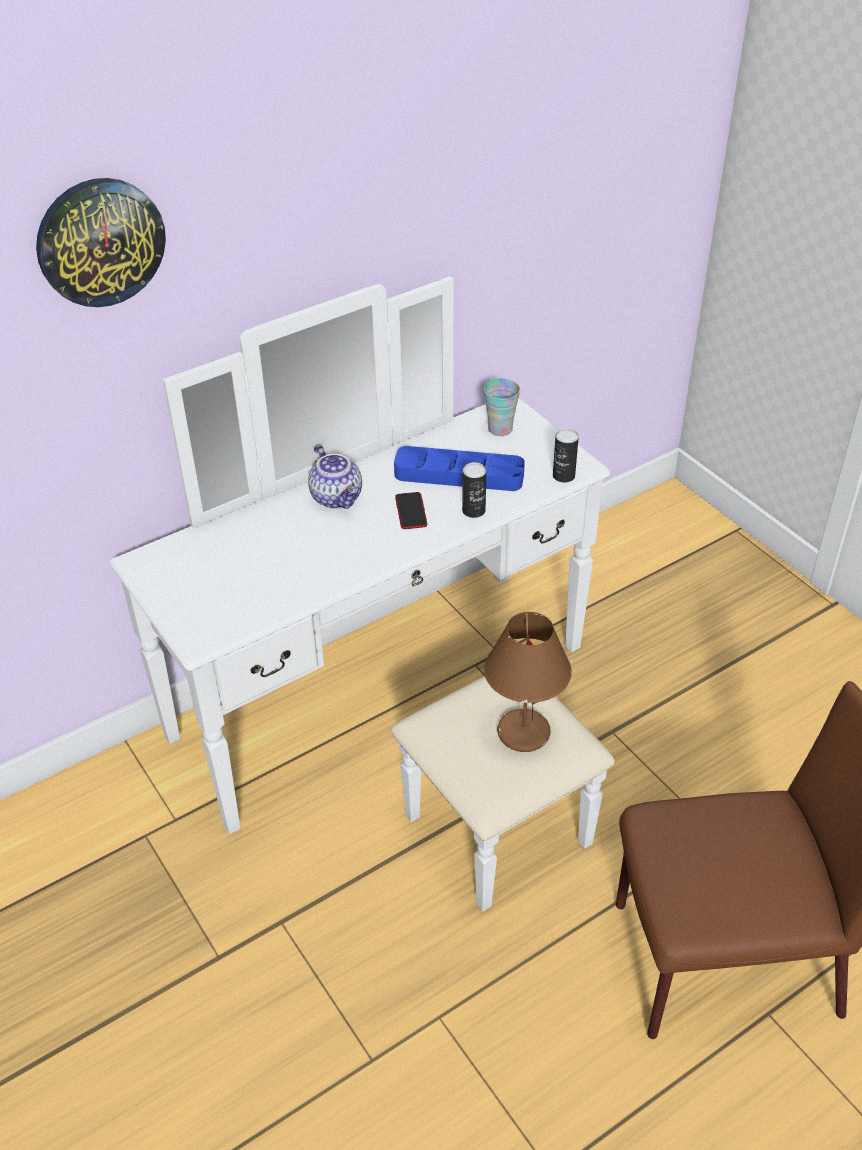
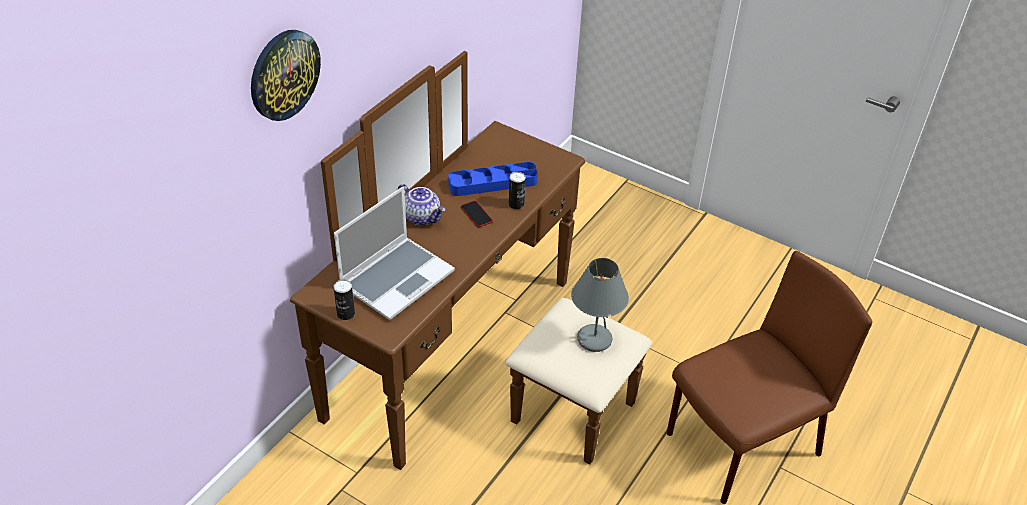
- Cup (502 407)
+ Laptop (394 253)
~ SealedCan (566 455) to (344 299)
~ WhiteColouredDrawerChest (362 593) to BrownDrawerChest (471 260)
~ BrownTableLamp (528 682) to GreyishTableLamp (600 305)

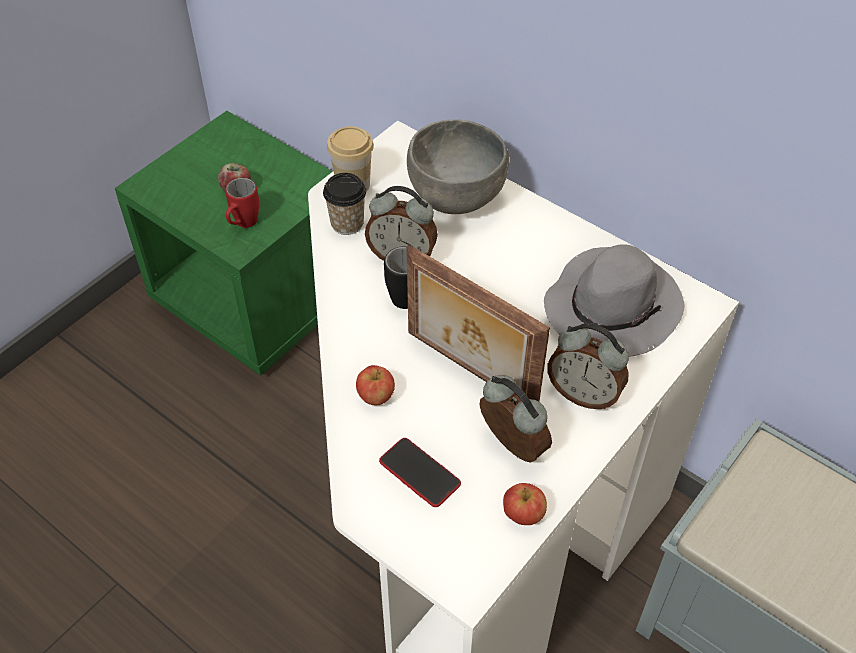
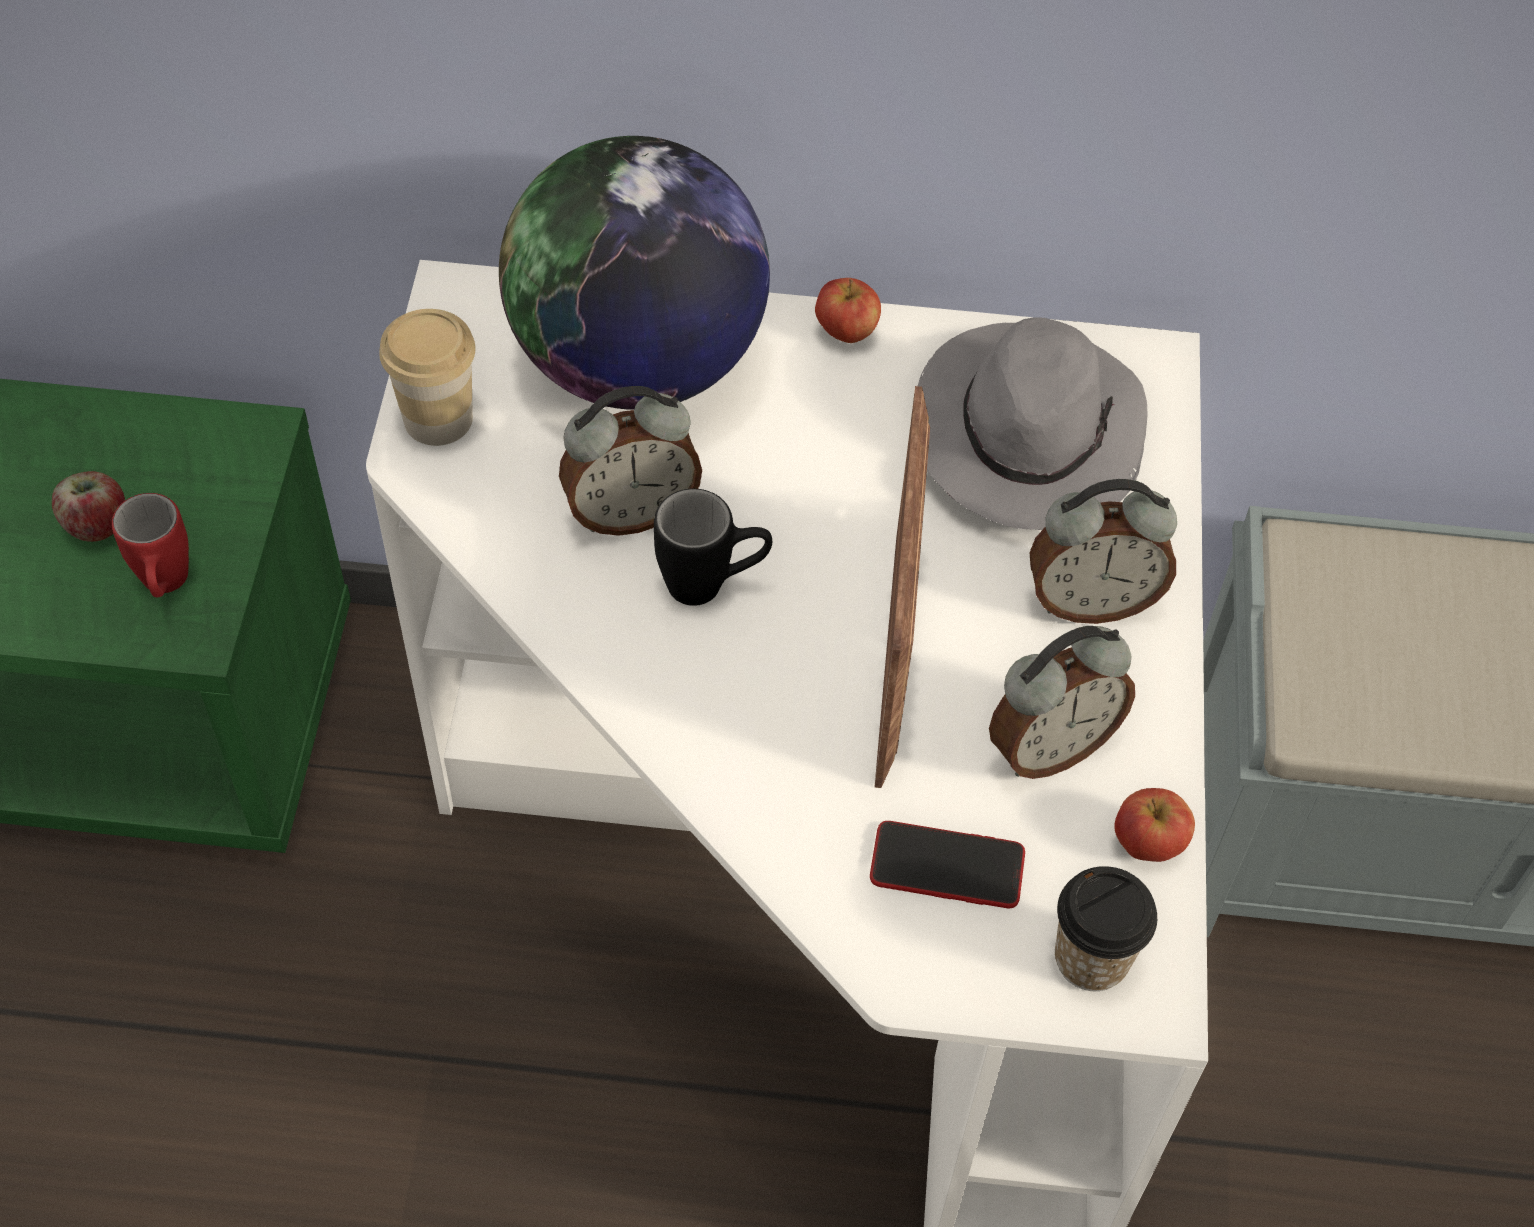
~ Cup (344 204) to (1106 928)
~ AppleFruit (375 385) to (848 310)
~ GreyishServingBowl (458 166) to Globe (634 273)
~ StandingFrame (478 323) = (902 587) 90 degrees counterclockwise
~ BedsideClock (515 419) = (1062 702) 135 degrees clockwise

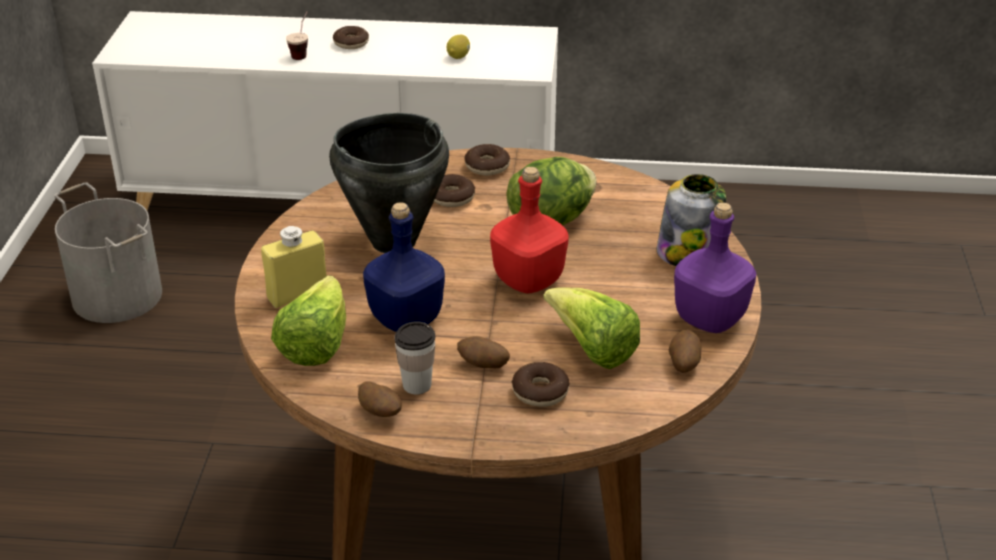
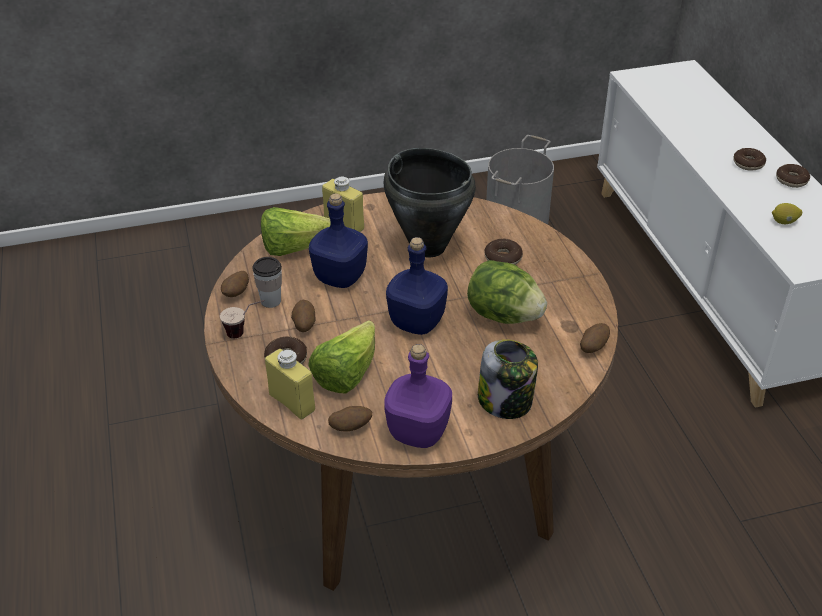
+ YellowColouredDrinkBottle (290 384)
+ Spud (595 338)
~ Cup (297 36) to (242 319)
~ Donut (487 160) to (793 176)
~ RedColouredDrinkBottle (529 230) to BlueDrinkBottle (417 286)

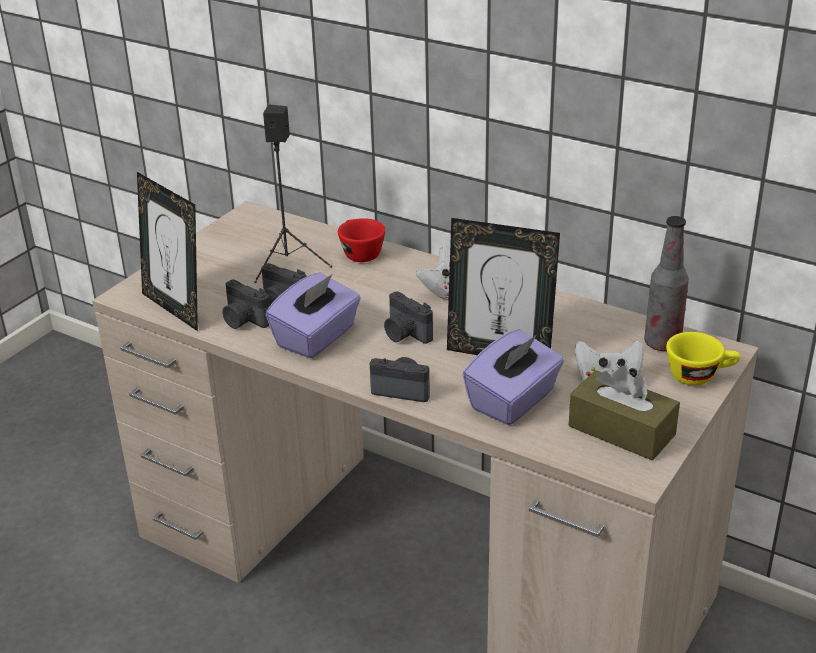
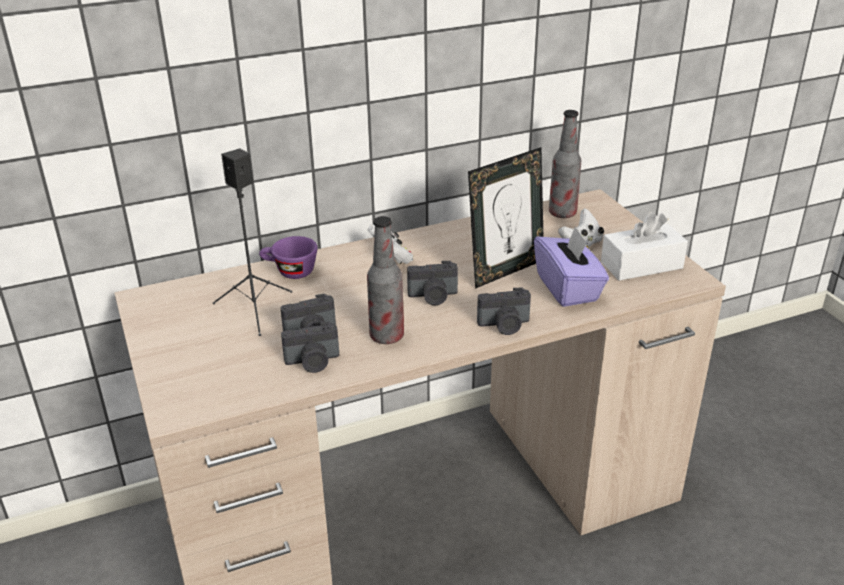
- StandingFrame (167 251)
- YellowColouredCup (703 359)
~ PurpleColouredTissueBox (313 315) to DrinkBottle (385 280)
~ RedColouredCup (361 240) to PurpleColouredCup (288 257)
~ BrownTissueBox (624 413) to WhiteColouredTissueBox (644 246)
~ StillCamera (400 379) = (504 311) 150 degrees counterclockwise

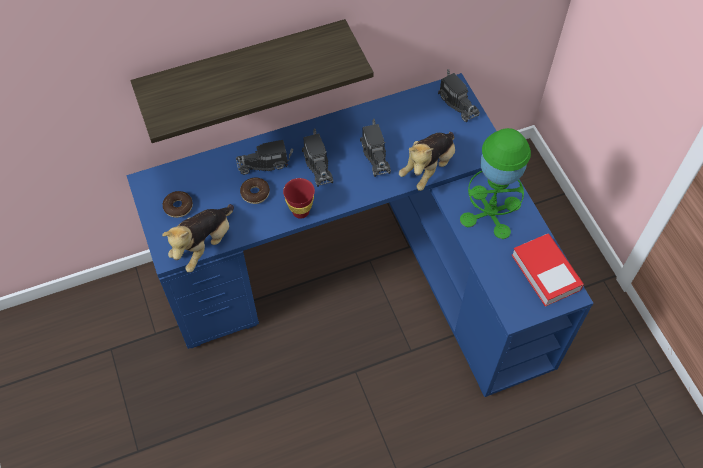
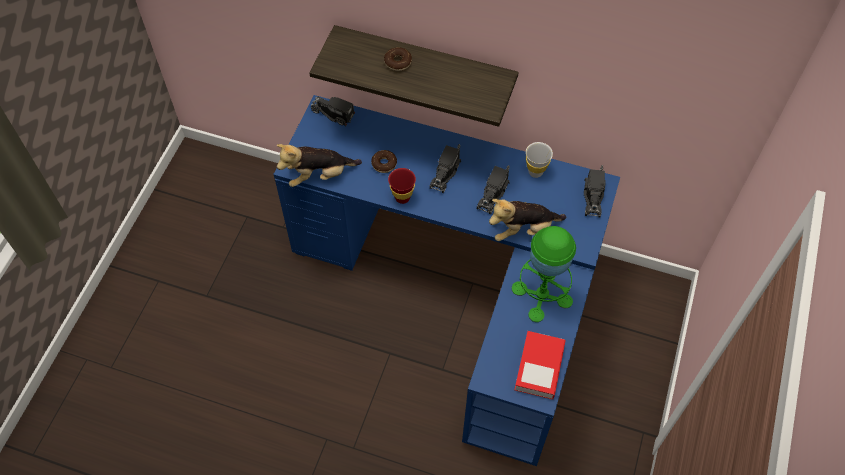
+ WhiteColouredCup (539 160)
~ Donut (177 204) to (398 59)
~ ToyTruck (264 157) to (333 112)

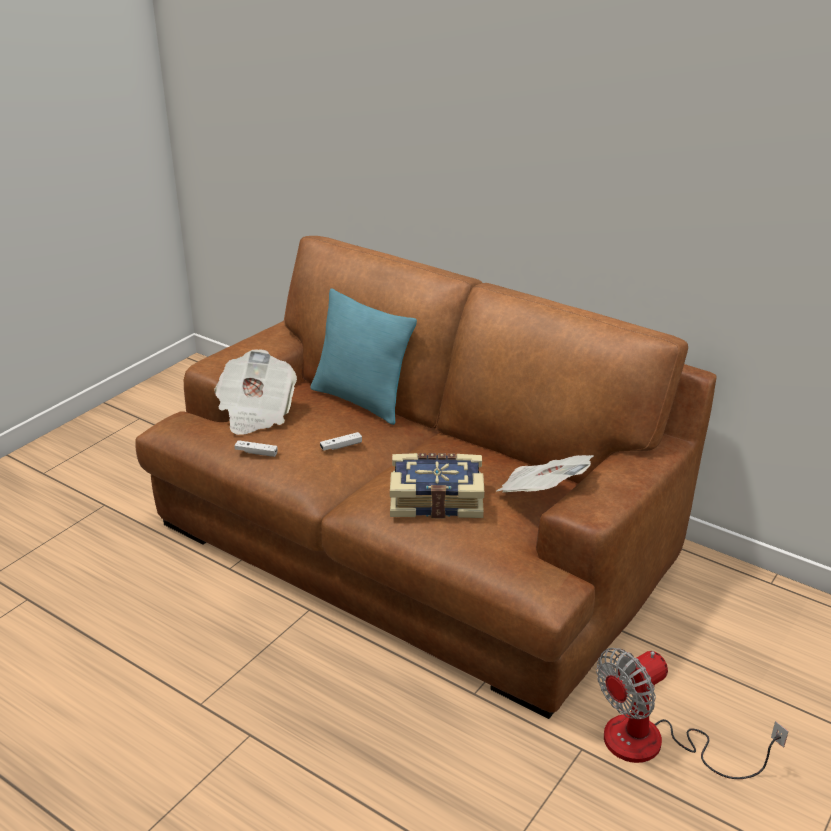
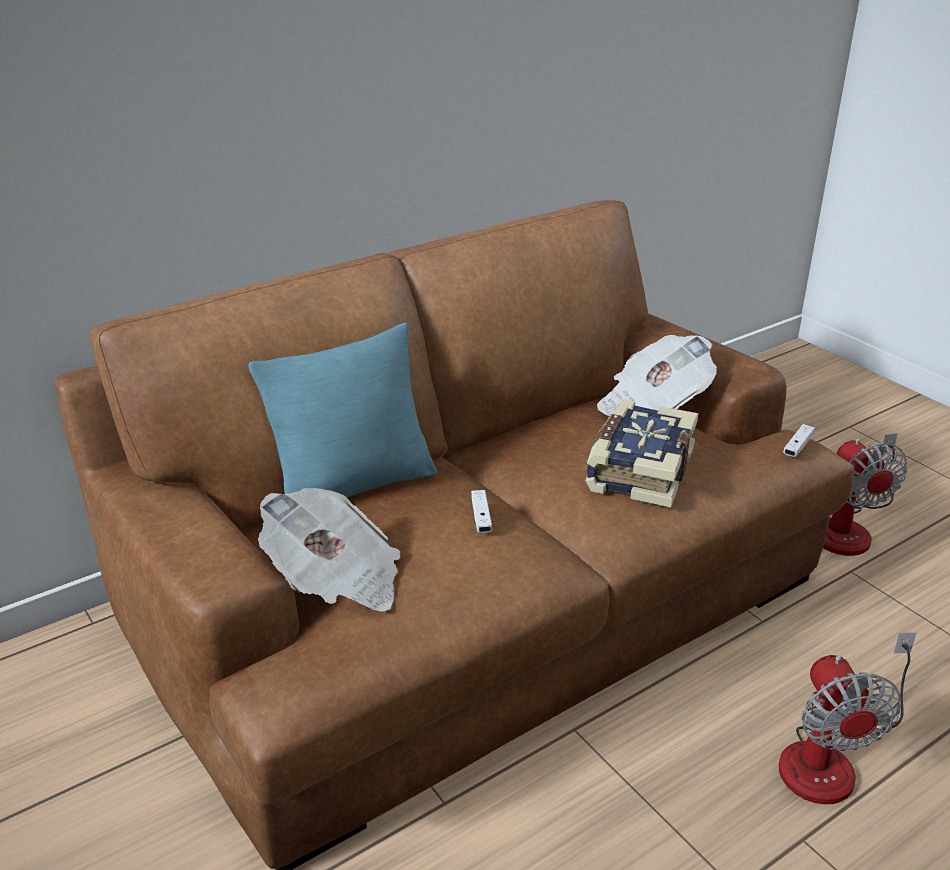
+ Fan (848 718)
~ WhiteColouredGamepad (256 448) to (799 440)

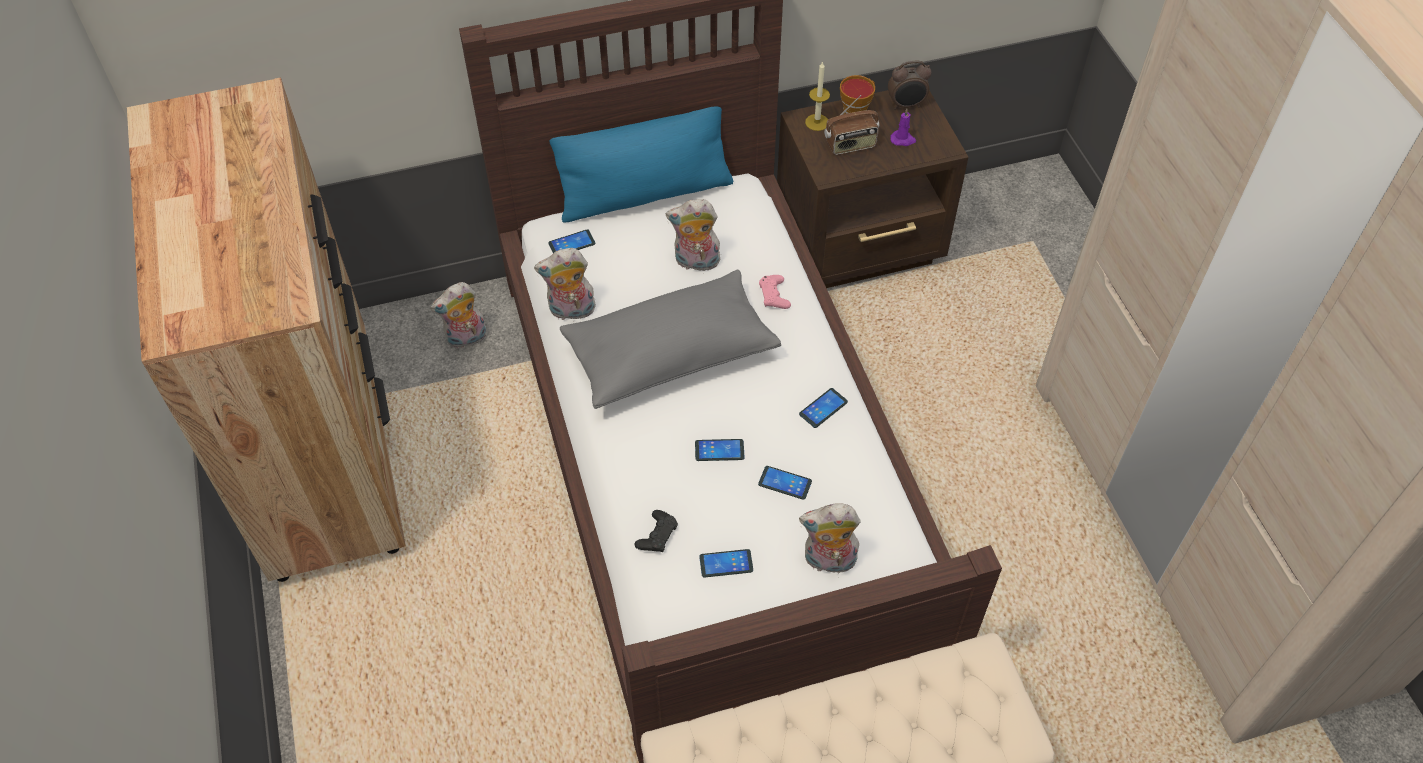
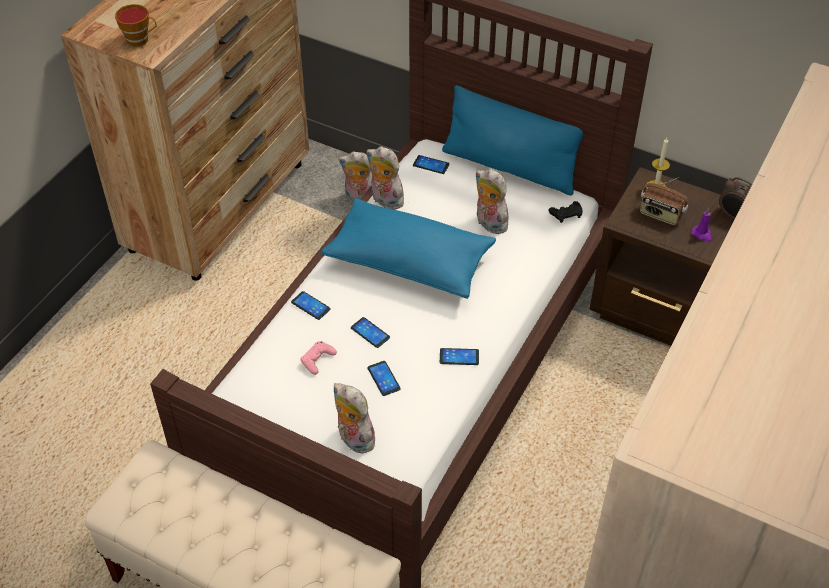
~ BlackGamepad (656 531) to (565 212)
~ Handset (726 563) to (310 305)
~ PinkGamepad (775 292) to (318 358)
~ Cup (857 94) to (136 25)
~ GreyishPillow (670 339) to BluePillow (408 248)

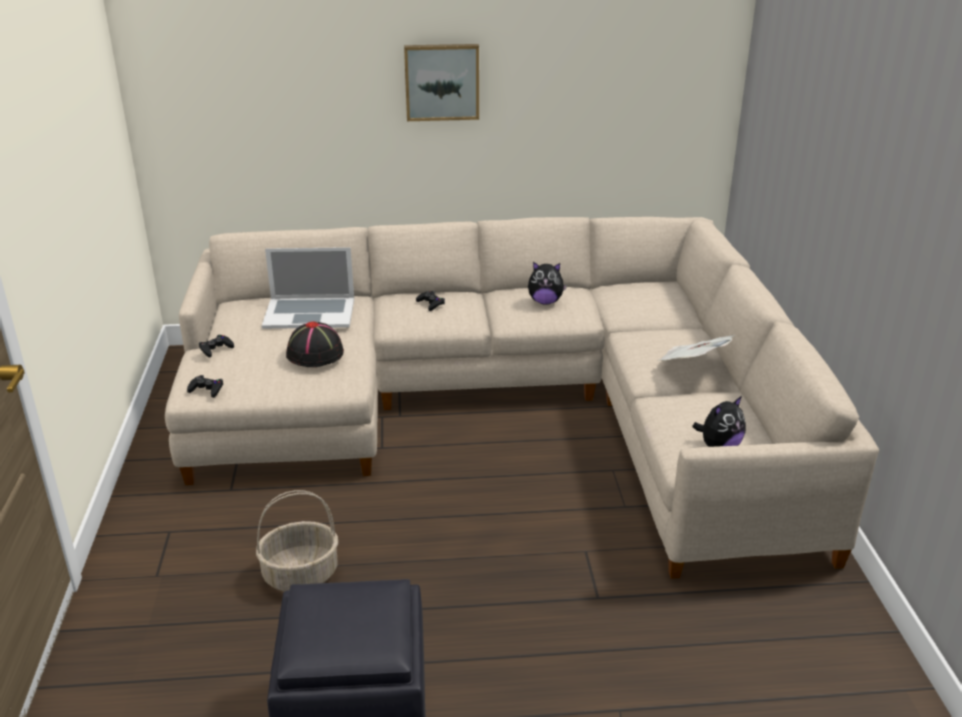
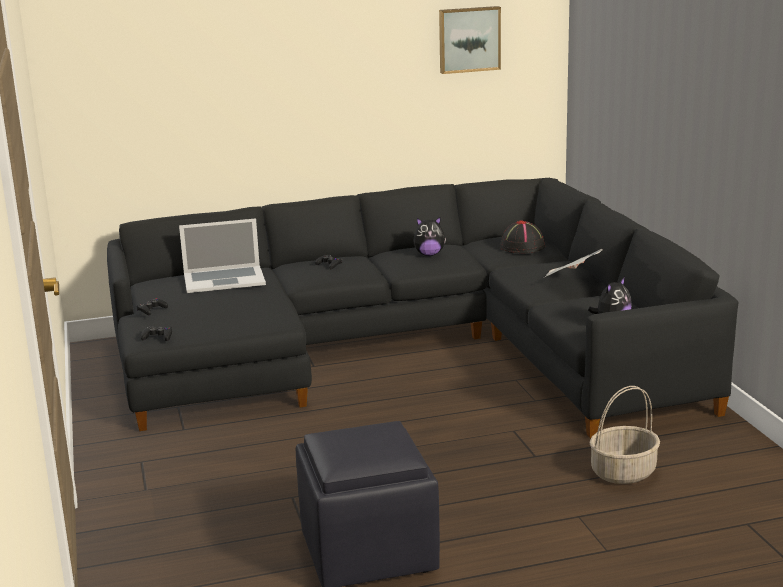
~ StorageBasket (297 541) to (624 435)
~ BlackClothingHat (315 344) to (522 236)
~ Picture (441 82) to (470 40)
~ BeigeColouredSofa (522 398) to BlackSofa (422 308)

